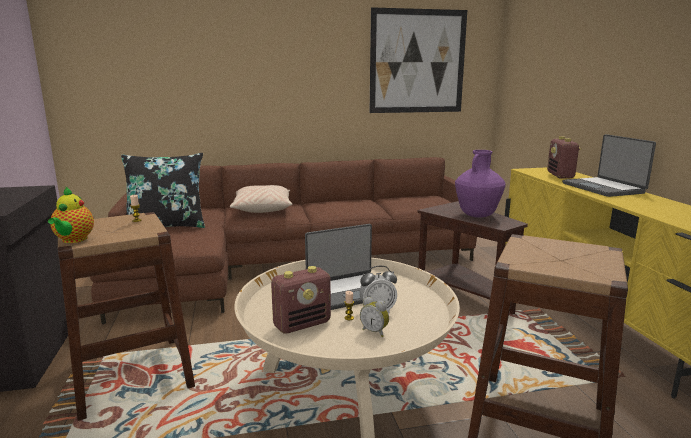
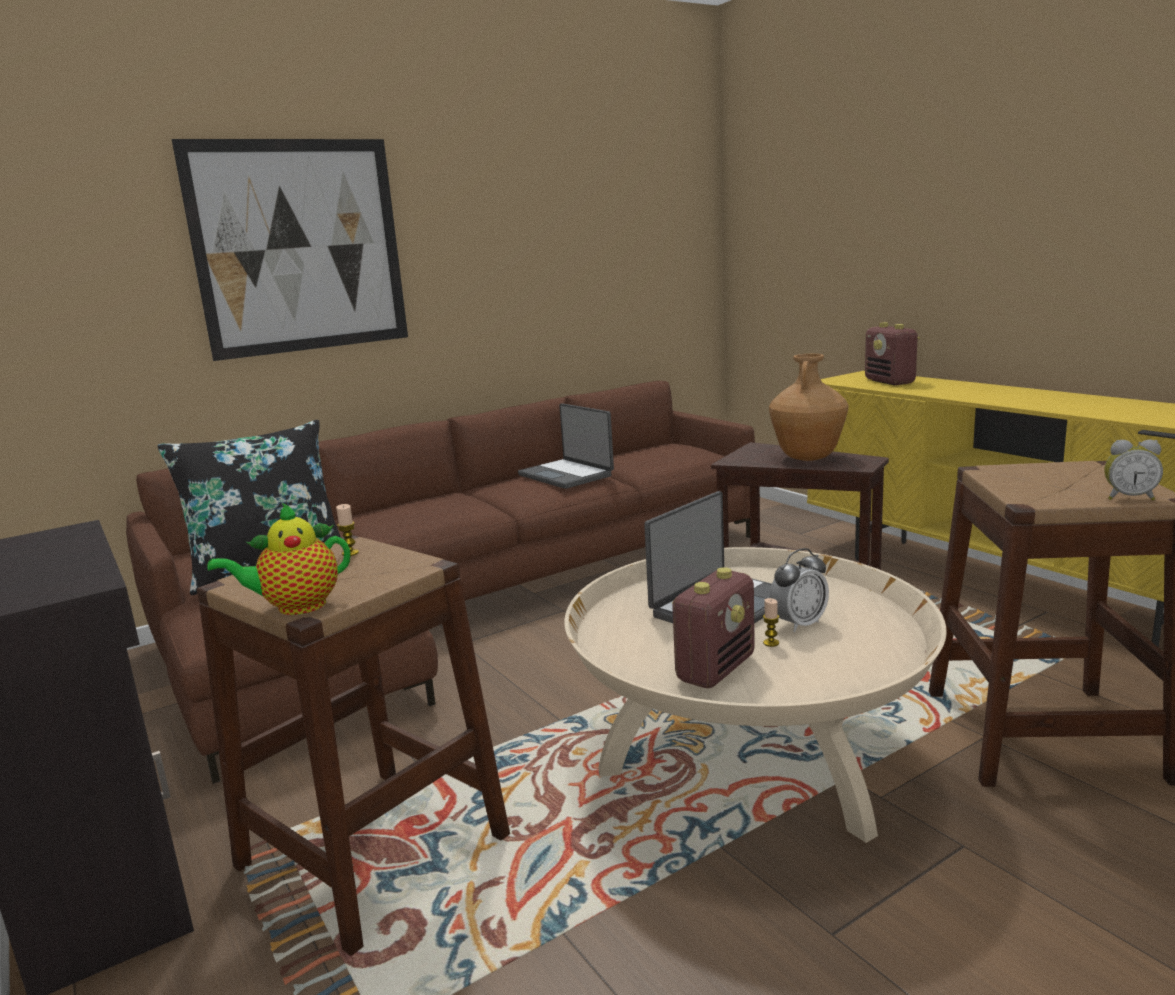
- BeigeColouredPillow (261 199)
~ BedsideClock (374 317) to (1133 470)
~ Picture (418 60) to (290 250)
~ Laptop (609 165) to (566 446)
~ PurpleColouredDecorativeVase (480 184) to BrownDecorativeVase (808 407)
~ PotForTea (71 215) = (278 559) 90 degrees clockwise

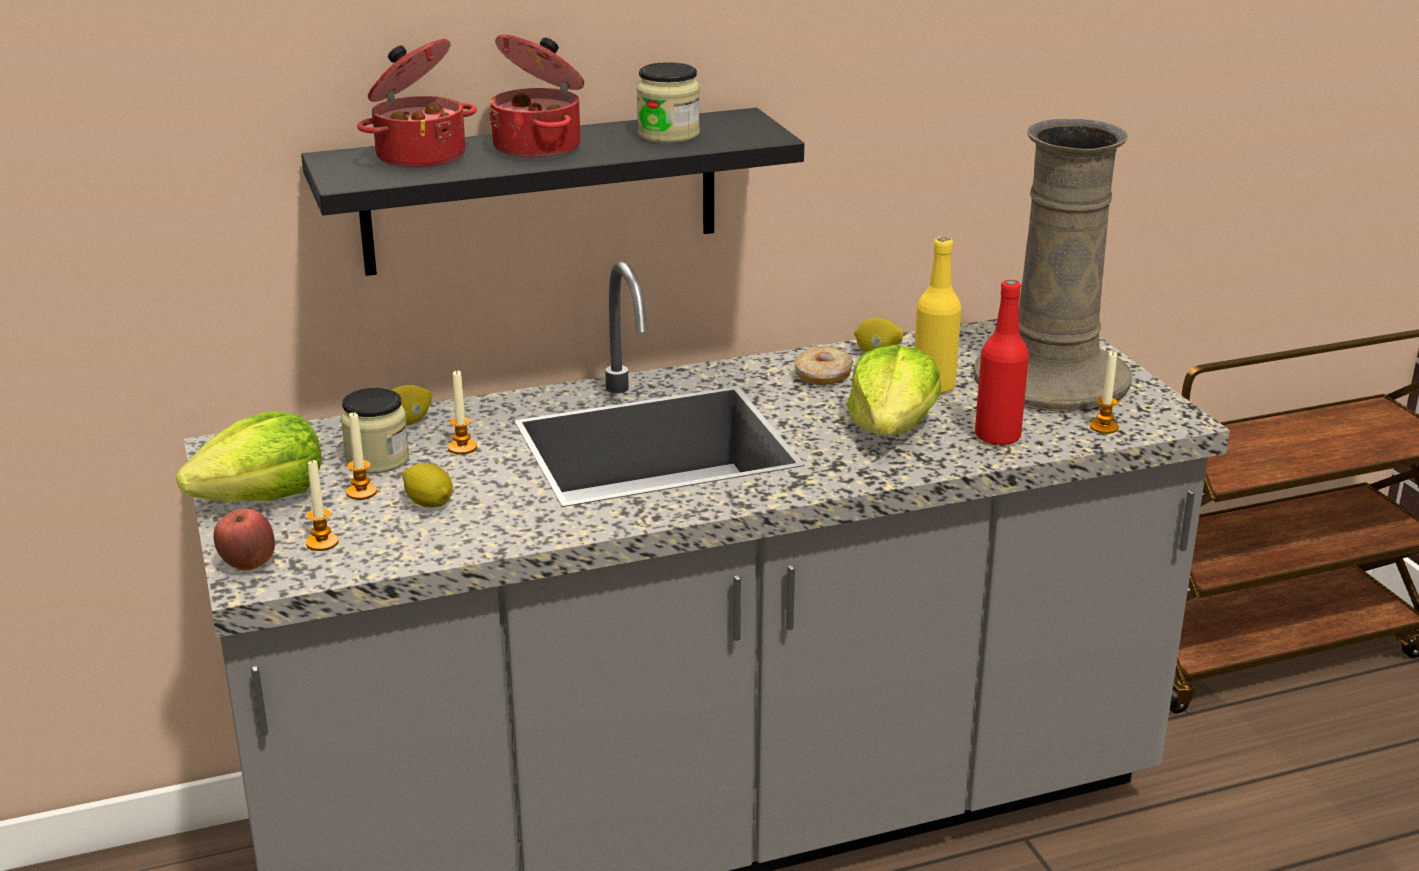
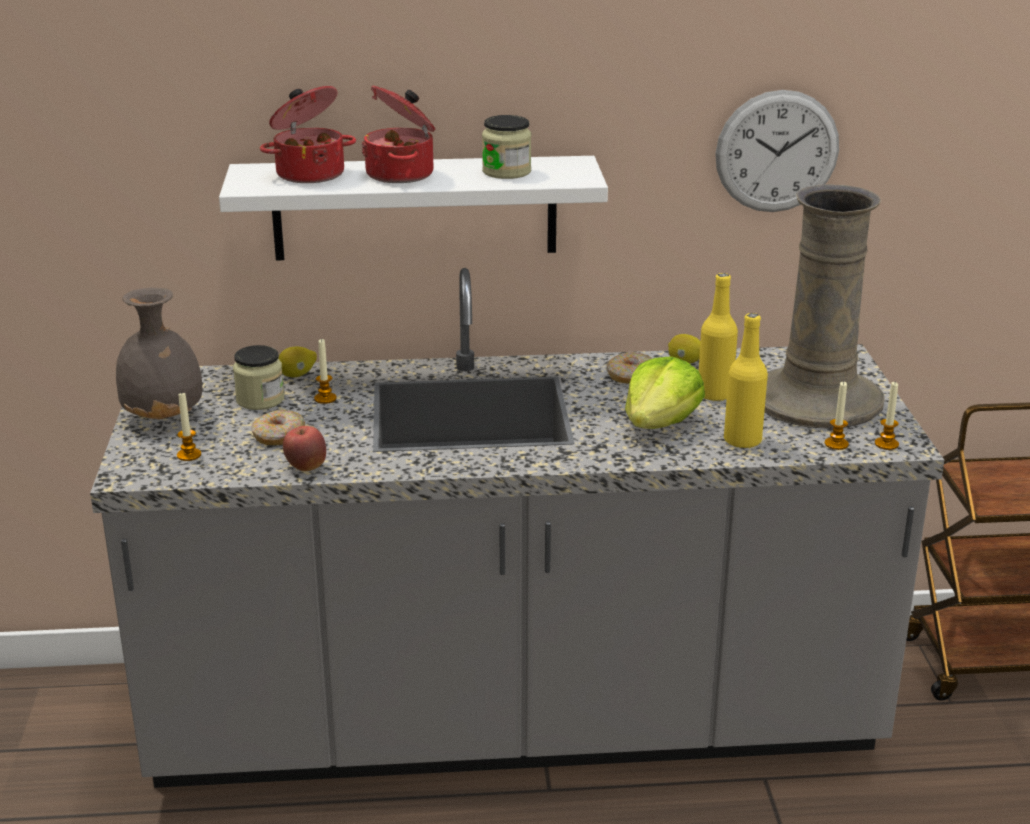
+ WallClock (777 151)
~ AppleFruit (244 540) to (304 448)
~ WaxCandle (361 455) to (887 416)
~ HeadOfLettuce (248 456) to GreyishDecorativeVase (159 353)
~ Lemon (427 485) to Donut (278 427)
~ BlackShelf (552 192) to WhiteColouredShelf (413 208)
~ RedColouredDrinkBottle (1002 362) to YellowColouredDrinkBottle (746 381)

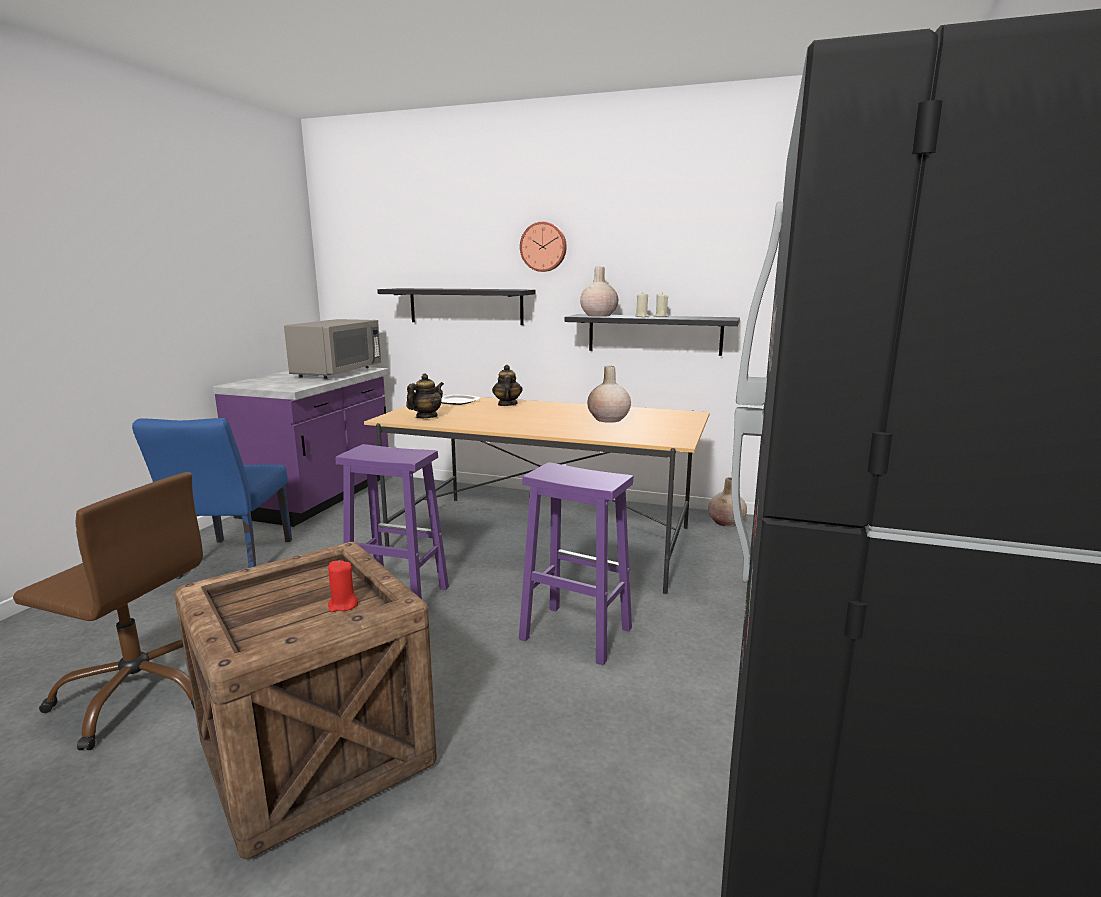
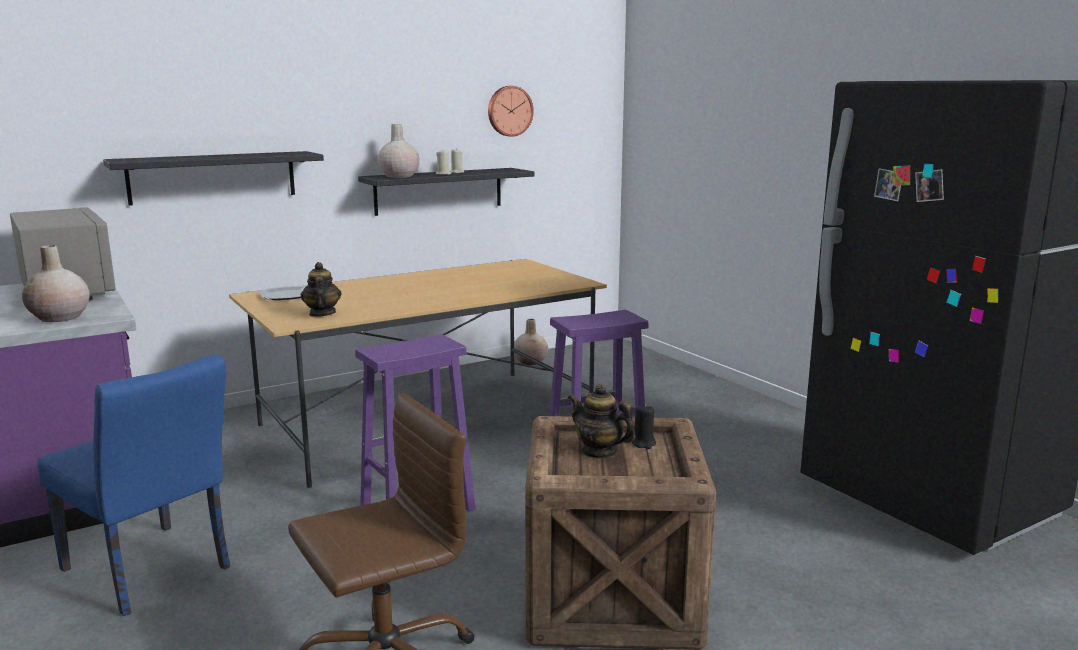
~ PotForTea (507 385) to (602 421)
~ WallClock (543 247) to (511 111)
~ BeigeColouredDecorativeVase (609 394) to (56 283)
~ RedColouredWaxCandle (343 586) to BlackWaxCandle (644 426)

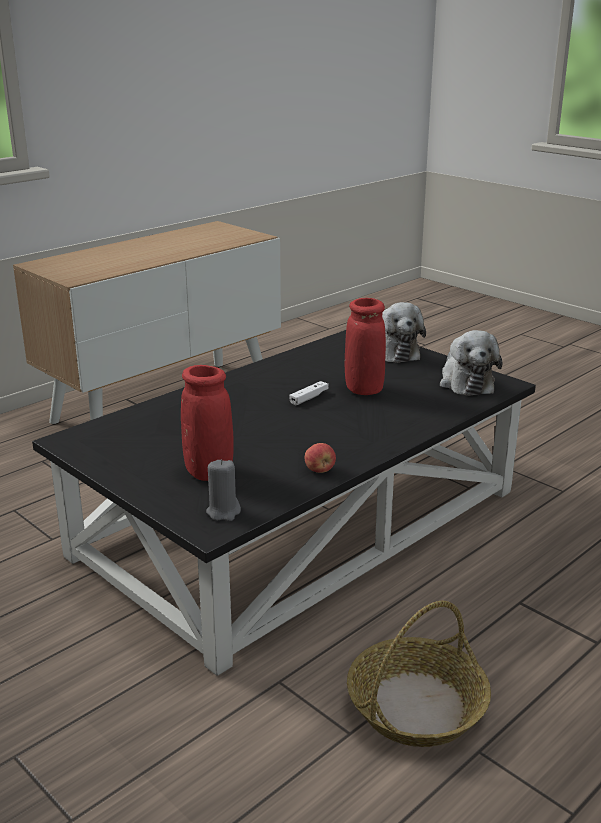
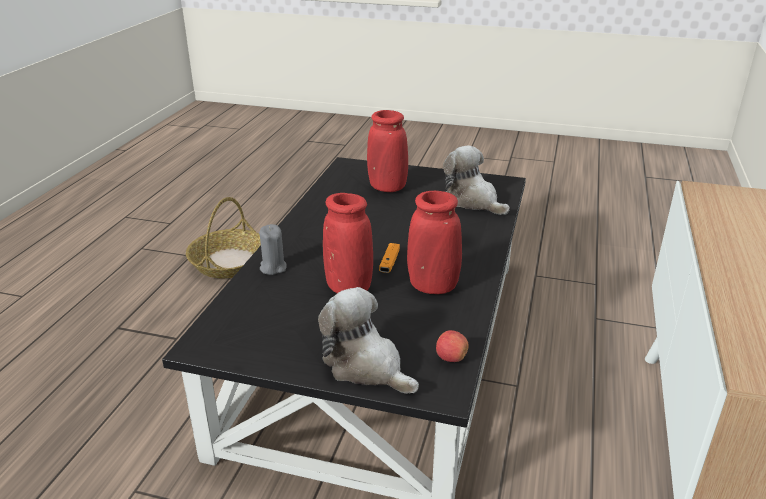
+ RedColouredDecorativeVase (434 242)
~ GreyishWaxCandle (223 490) to (273 249)
~ AppleFruit (320 458) to (452 346)
~ PlushToy (471 363) to (476 180)
~ WhiteColouredGamepad (309 393) to OrangeColouredGamepad (389 258)

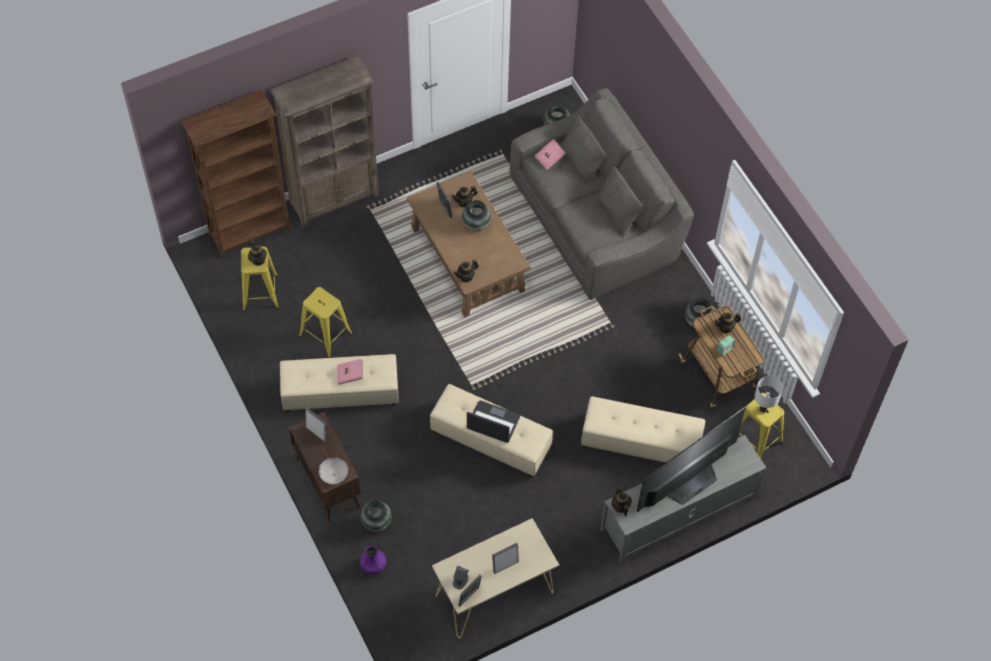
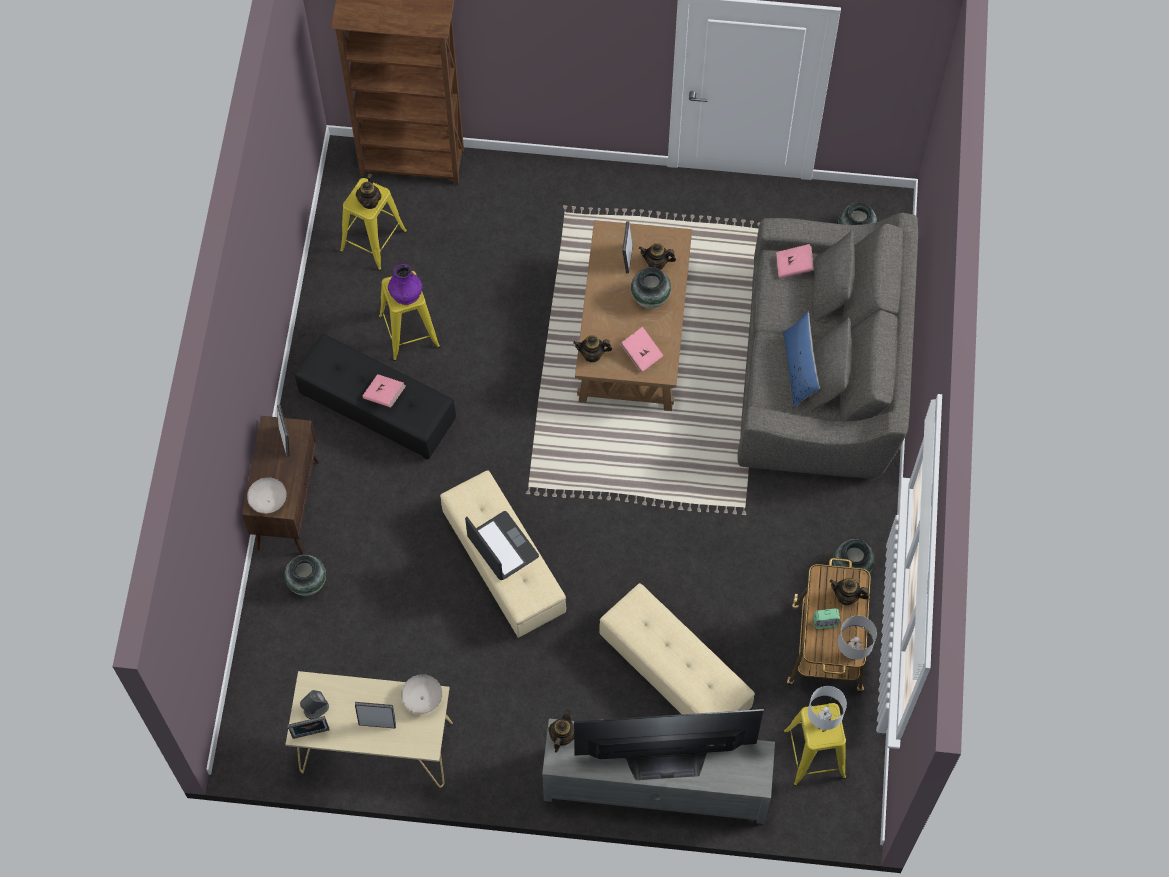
- BrownBookcase (324 141)
+ WhiteColouredServingBowl (421 694)
+ PinkVolume (641 349)
+ BluePillow (801 360)
+ WhiteColouredTableLamp (857 638)
~ PurpleColouredDecorativeVase (373 560) to (405 284)
~ BeigeColouredOttoman (339 382) to BlackOttoman (375 396)

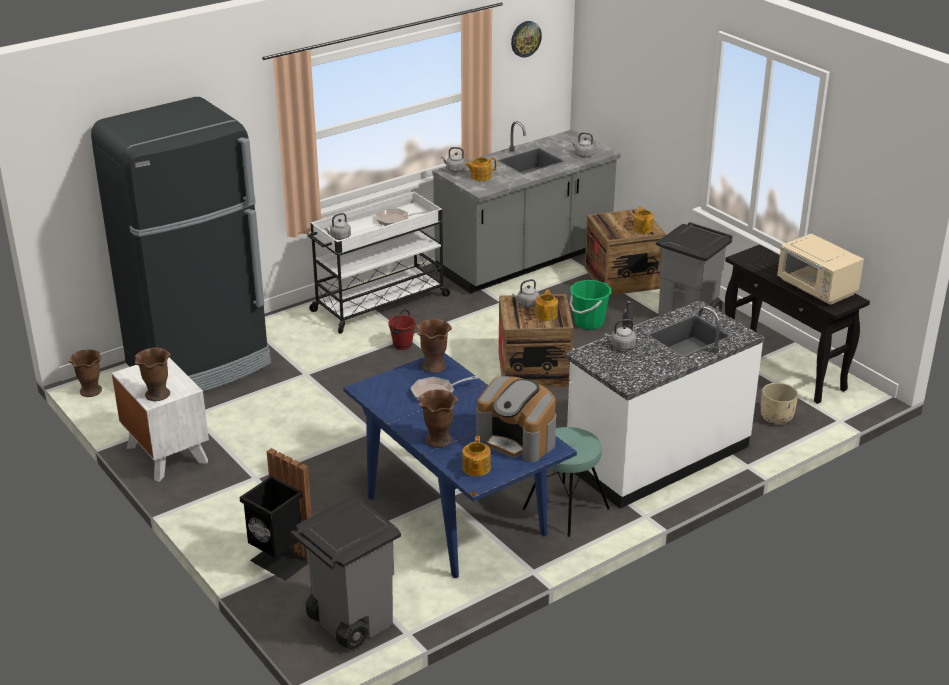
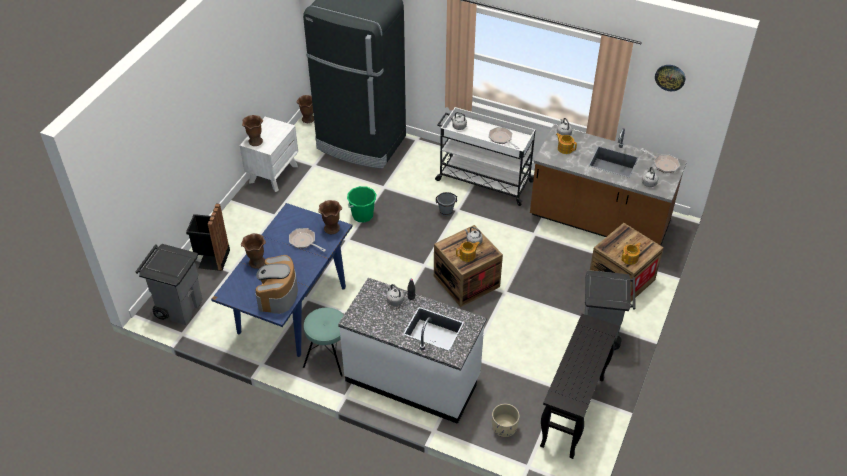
- PotForTea (476 456)
- BeigeColouredKitchenMicrowave (820 269)
+ FryingPan (660 160)
~ GreenishBucket (590 305) to (362 204)
~ RedColouredBucket (402 330) to GreyishBucket (446 204)
~ GreyishKitchenBaseUnit (526 207) to BrownKitchenBaseUnit (608 185)

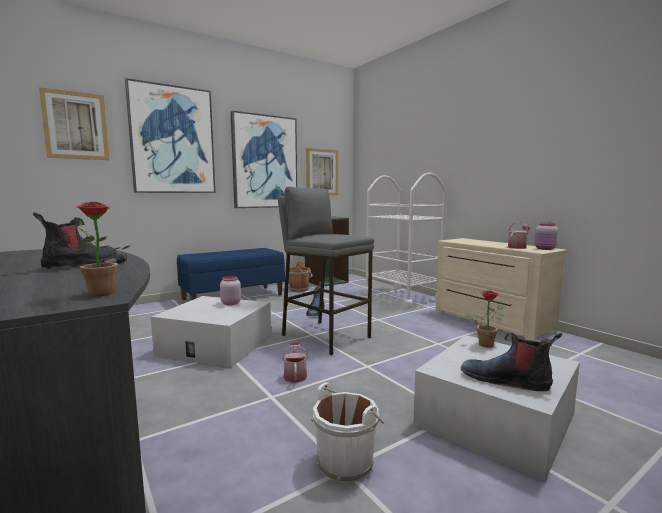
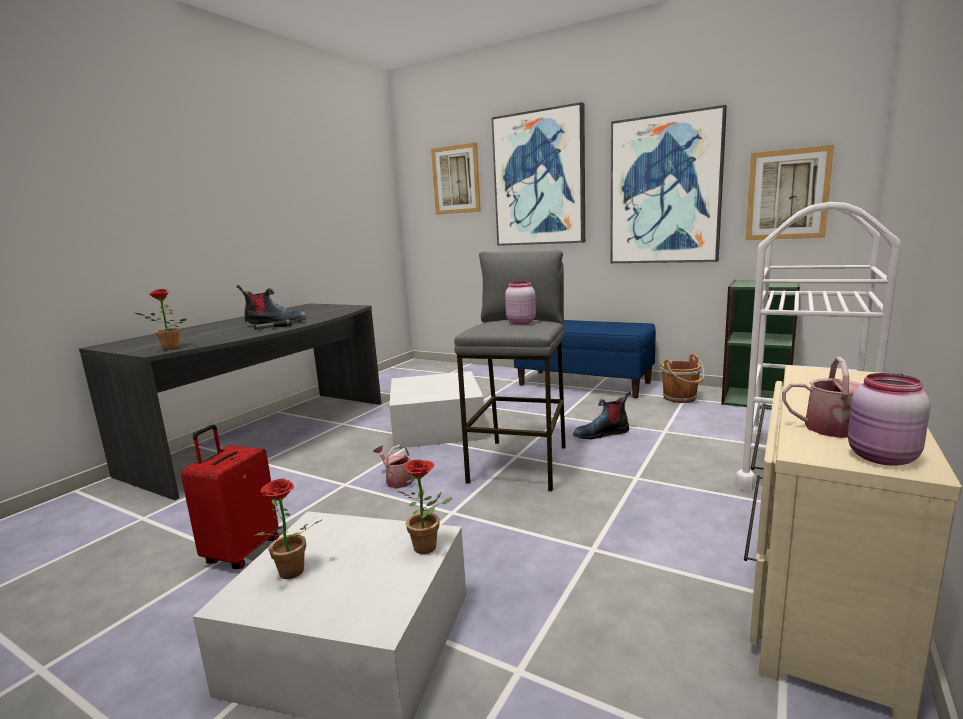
~ PinkStorageJar (230 290) to (520 302)
~ WhiteColouredBucket (348 432) to RedColouredTravelCase (230 496)
~ TallBoot (511 361) to PottedPlant (288 529)
~ SprinklingCan (295 362) = (393 466) 105 degrees counterclockwise

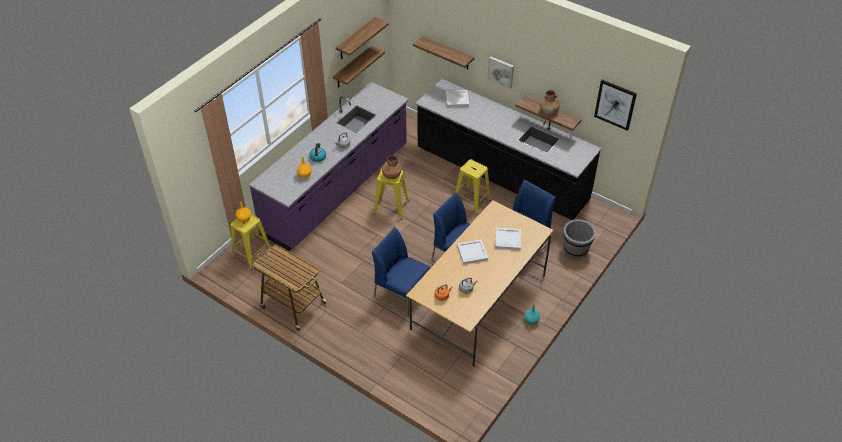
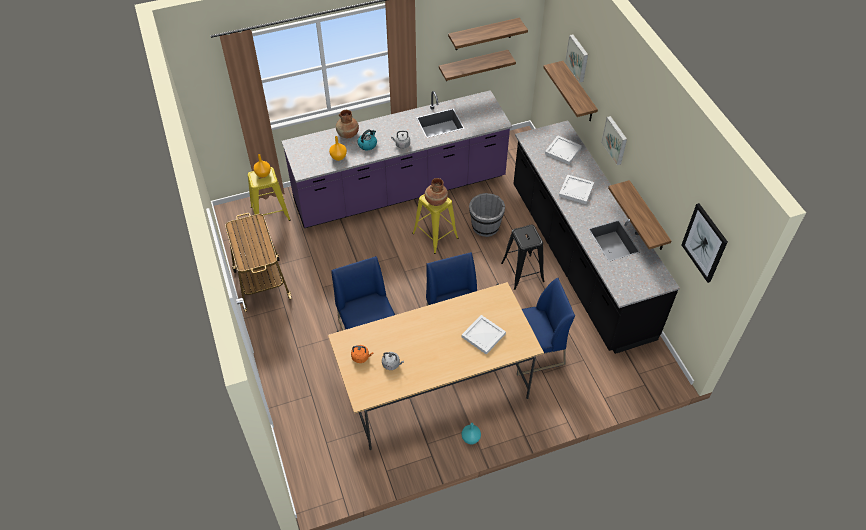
+ Picture (576 58)
~ WhiteColouredTray (472 252) to (576 189)
~ BrownDecorativeVase (550 102) to (347 124)
~ GreyishBucket (579 238) to (487 215)
~ YellowColouredStoolSeat (473 187) to BlackStoolSeat (523 257)

